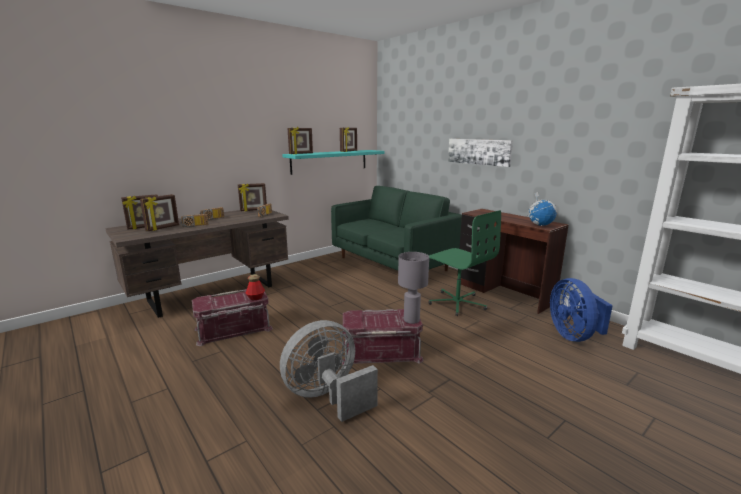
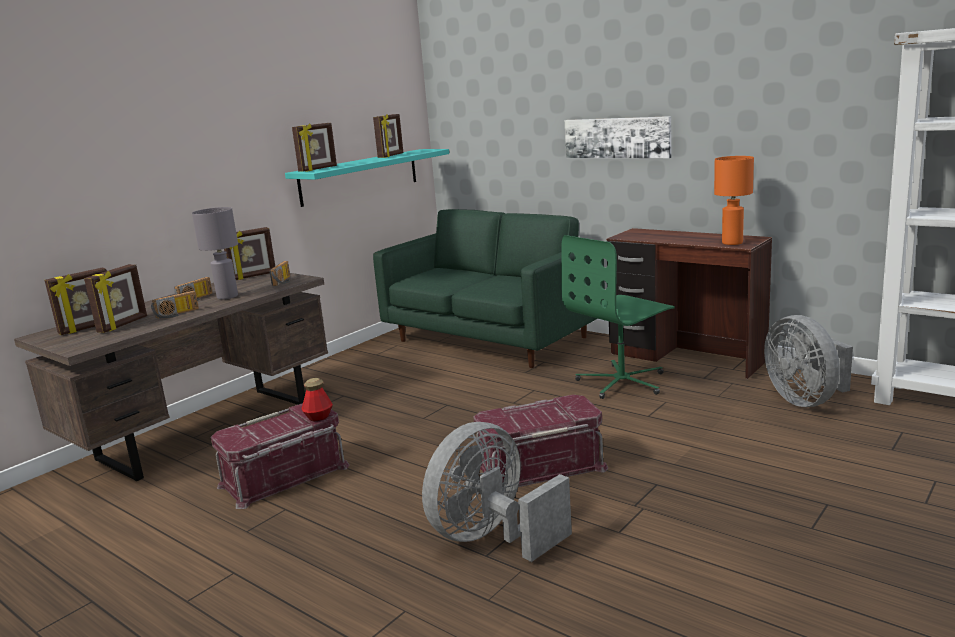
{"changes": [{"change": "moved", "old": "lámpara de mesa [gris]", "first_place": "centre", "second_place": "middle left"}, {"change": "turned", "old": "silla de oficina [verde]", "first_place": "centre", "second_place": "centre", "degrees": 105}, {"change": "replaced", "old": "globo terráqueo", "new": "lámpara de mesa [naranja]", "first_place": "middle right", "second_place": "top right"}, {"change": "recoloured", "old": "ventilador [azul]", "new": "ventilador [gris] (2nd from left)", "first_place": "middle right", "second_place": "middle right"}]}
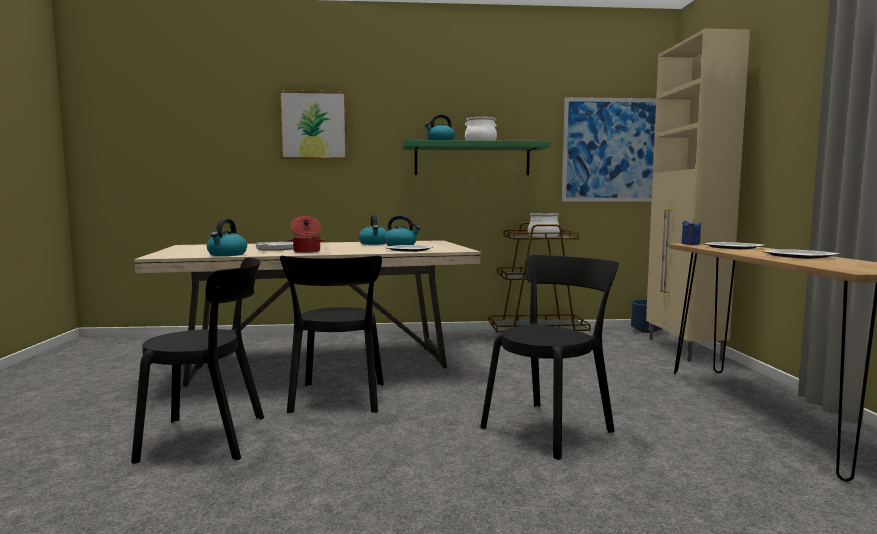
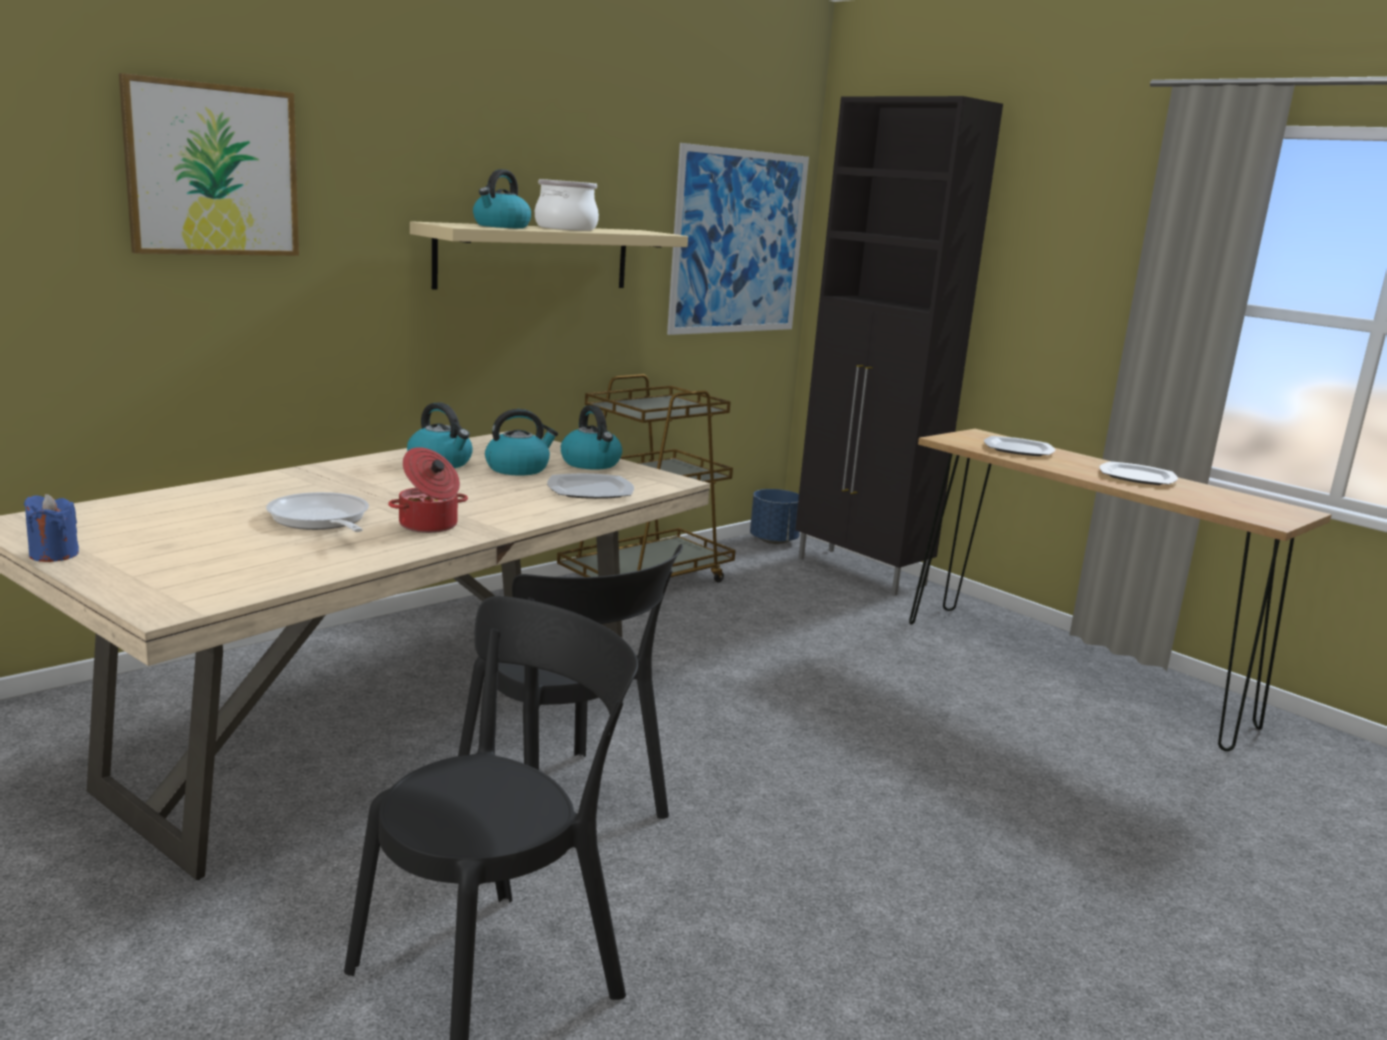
{"changes": [{"change": "moved", "old": "hervidor (1st from left in the first image)", "new": "hervidor (4th from left)", "first_place": "middle left", "second_place": "centre"}, {"change": "recoloured", "old": "estante [verde]", "new": "estante [beis]", "first_place": "top centre", "second_place": "top centre"}, {"change": "removed", "old": "silla [negro] (3rd from left)", "first_place": "bottom centre"}, {"change": "removed", "old": "olla (3rd from left)", "first_place": "centre"}, {"change": "recoloured", "old": "armario [beis]", "new": "armario [negro]", "first_place": "middle right", "second_place": "top centre"}, {"change": "moved", "old": "vela [azul]", "first_place": "middle right", "second_place": "middle left"}]}
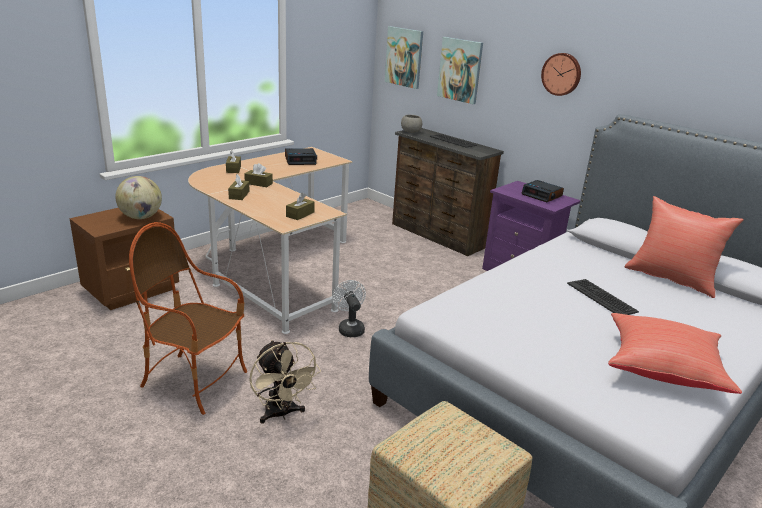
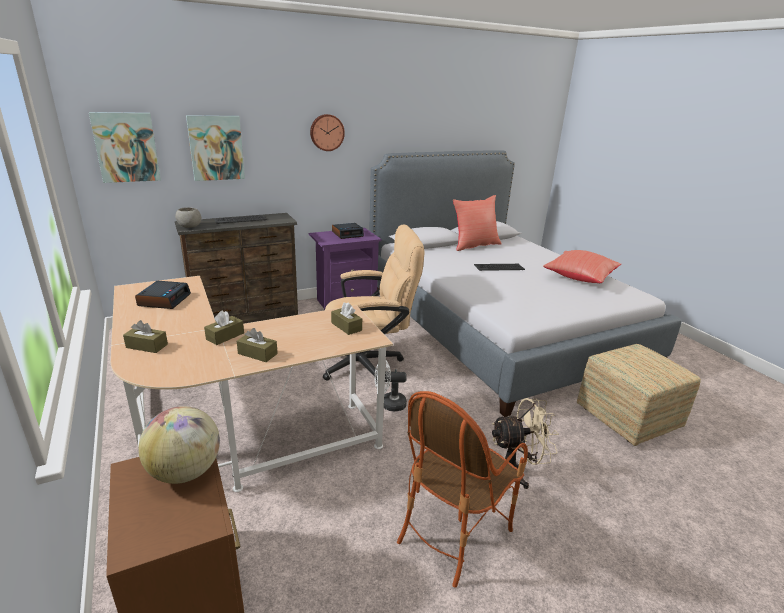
{"changes": [{"change": "added", "new": "silla de oficina [beis]", "second_place": "centre"}]}
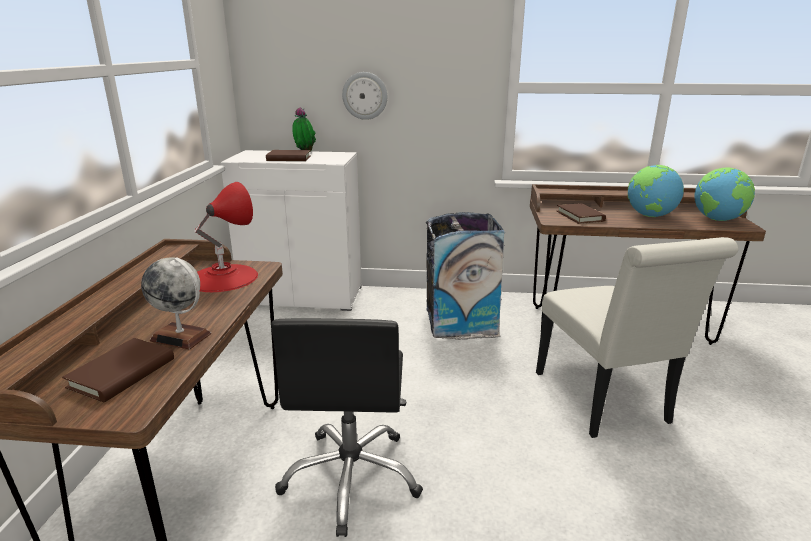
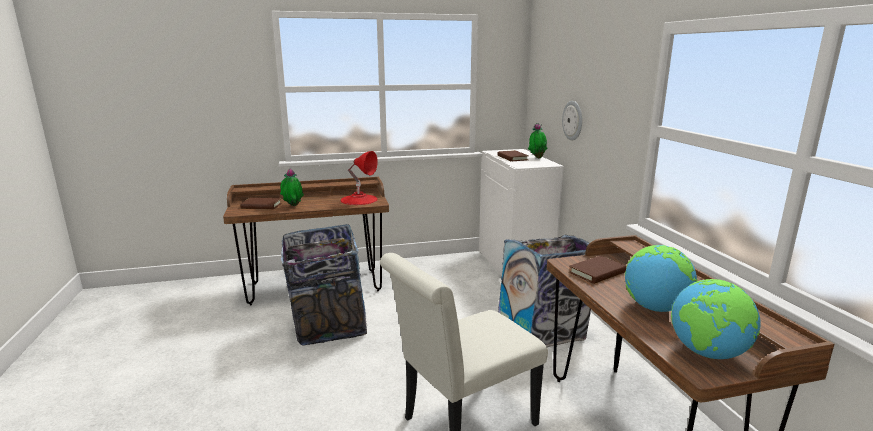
{"changes": [{"change": "replaced", "old": "globo terráqueo (1st from left)", "new": "planta en maceta (1st from left)", "first_place": "middle left", "second_place": "centre"}, {"change": "replaced", "old": "silla de oficina [negro]", "new": "papelera (1st from left)", "first_place": "bottom centre", "second_place": "centre"}]}
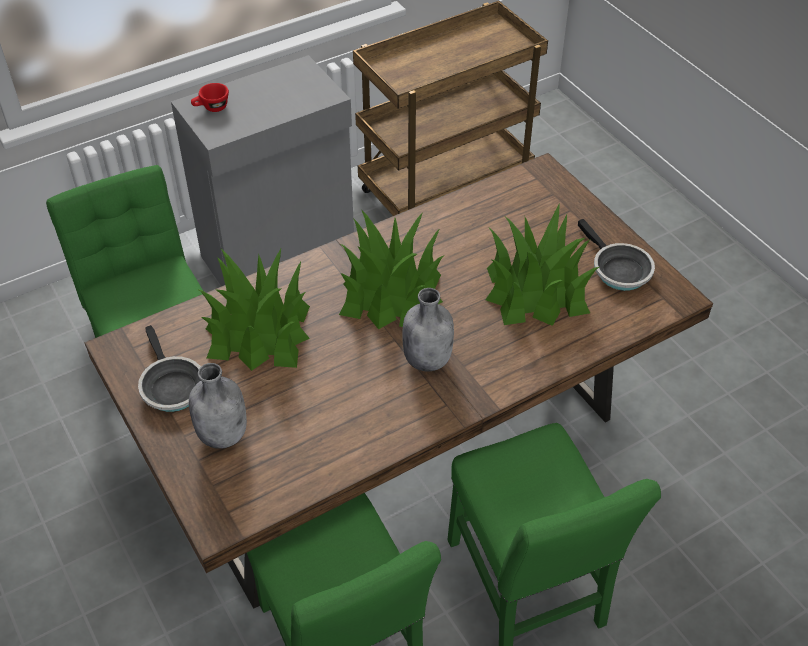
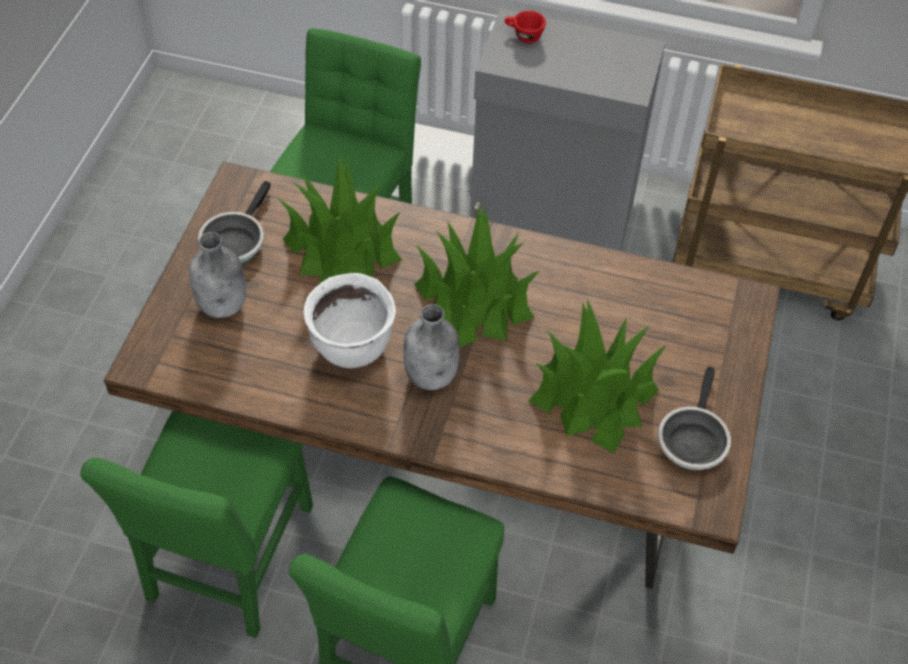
{"changes": [{"change": "added", "new": "olla [blanco]", "second_place": "centre"}]}
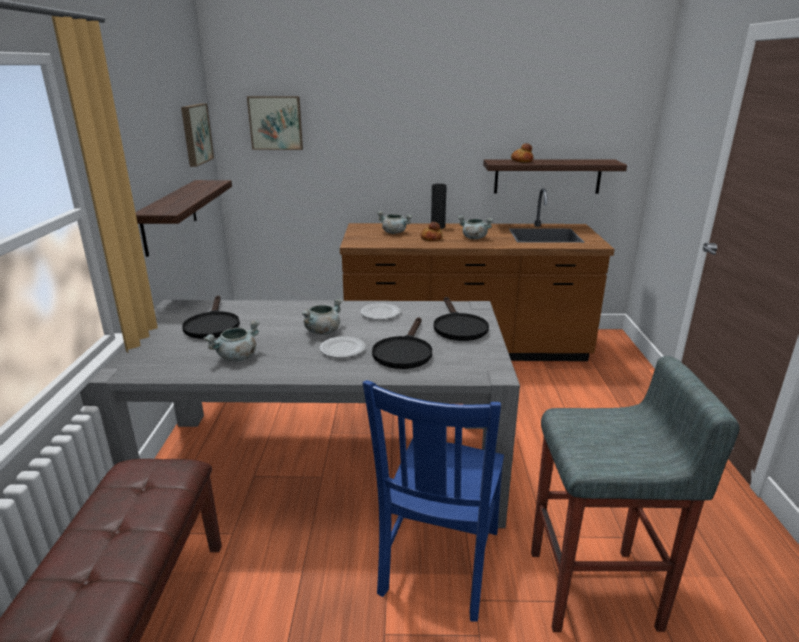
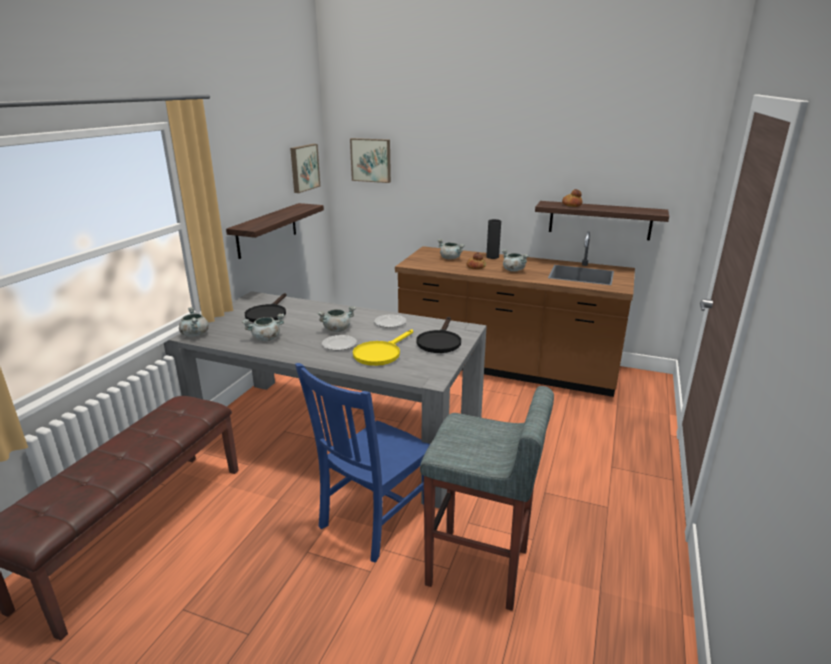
{"changes": [{"change": "recoloured", "old": "sartén [negro] (2nd from left)", "new": "sartén [amarillo]", "first_place": "centre", "second_place": "centre"}, {"change": "added", "new": "olla [gris] (1st from left)", "second_place": "middle left"}]}
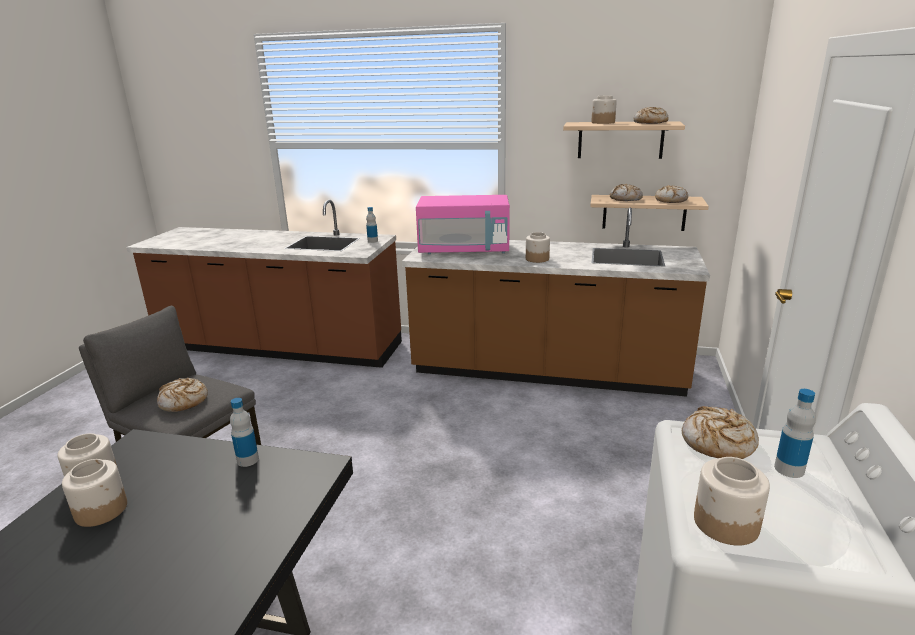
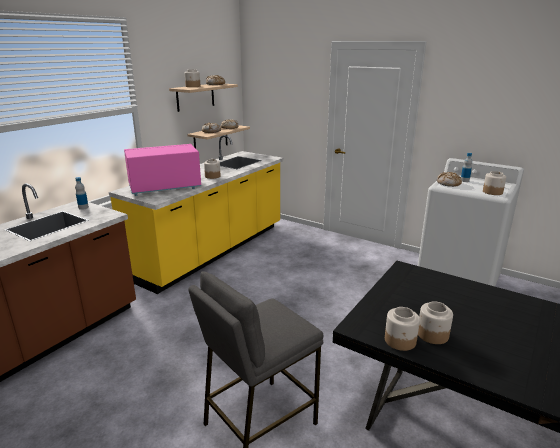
{"changes": [{"change": "removed", "old": "pan (1st from left)", "first_place": "middle left"}, {"change": "removed", "old": "botella (1st from left)", "first_place": "bottom left"}, {"change": "recoloured", "old": "mueble bajo de cocina [marrón] (2nd from left)", "new": "mueble bajo de cocina [amarillo]", "first_place": "centre", "second_place": "centre"}, {"change": "turned", "old": "microondas [rosa]", "first_place": "centre", "second_place": "middle left", "degrees": -135}]}
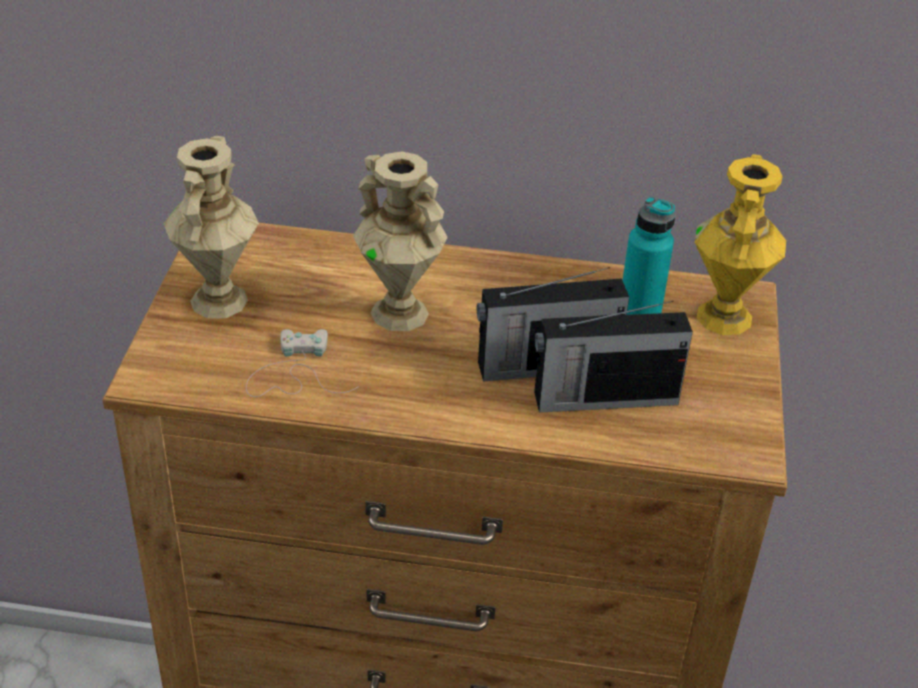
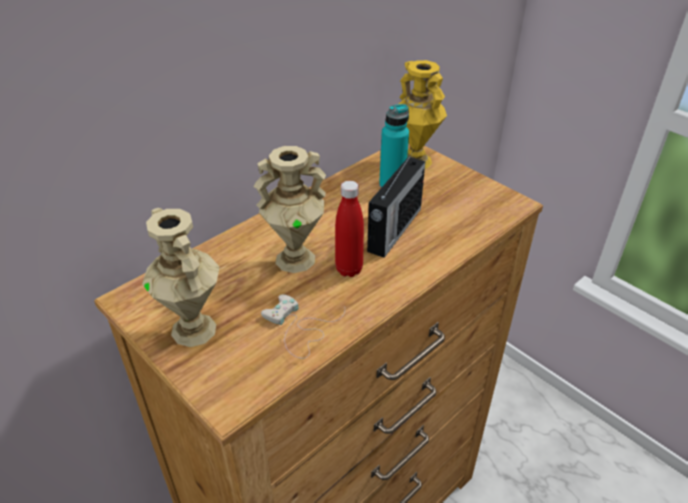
{"changes": [{"change": "removed", "old": "radio (2nd from left)", "first_place": "middle right"}, {"change": "added", "new": "botella [rojo]", "second_place": "centre"}]}
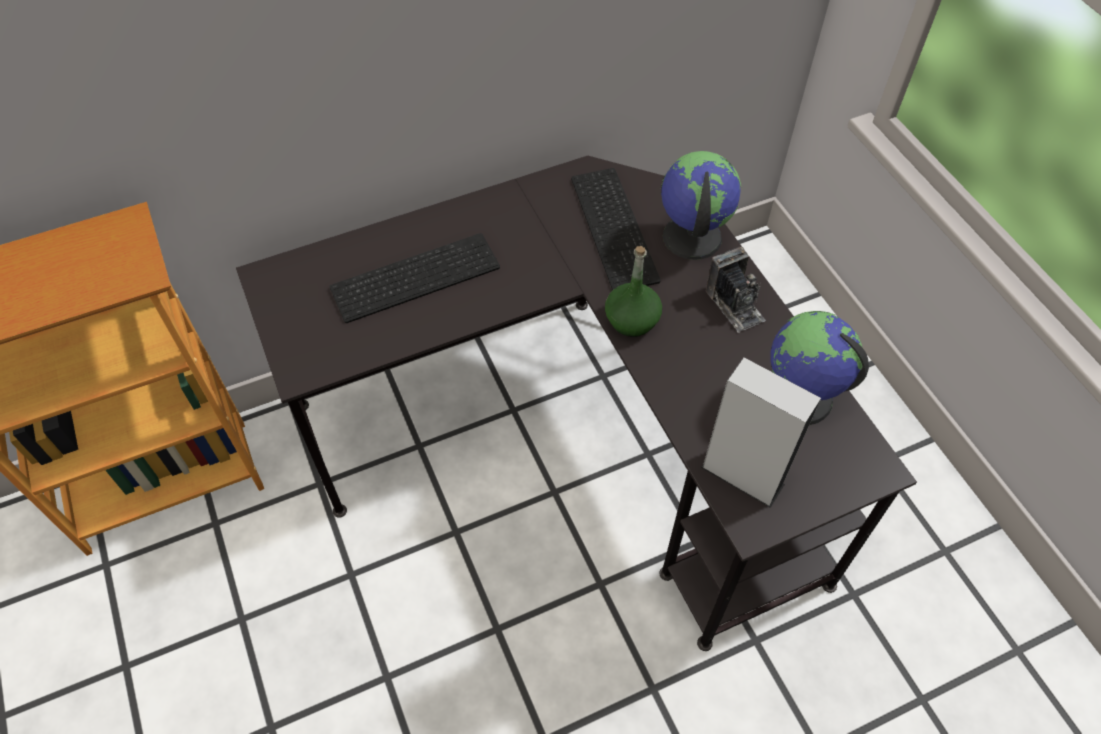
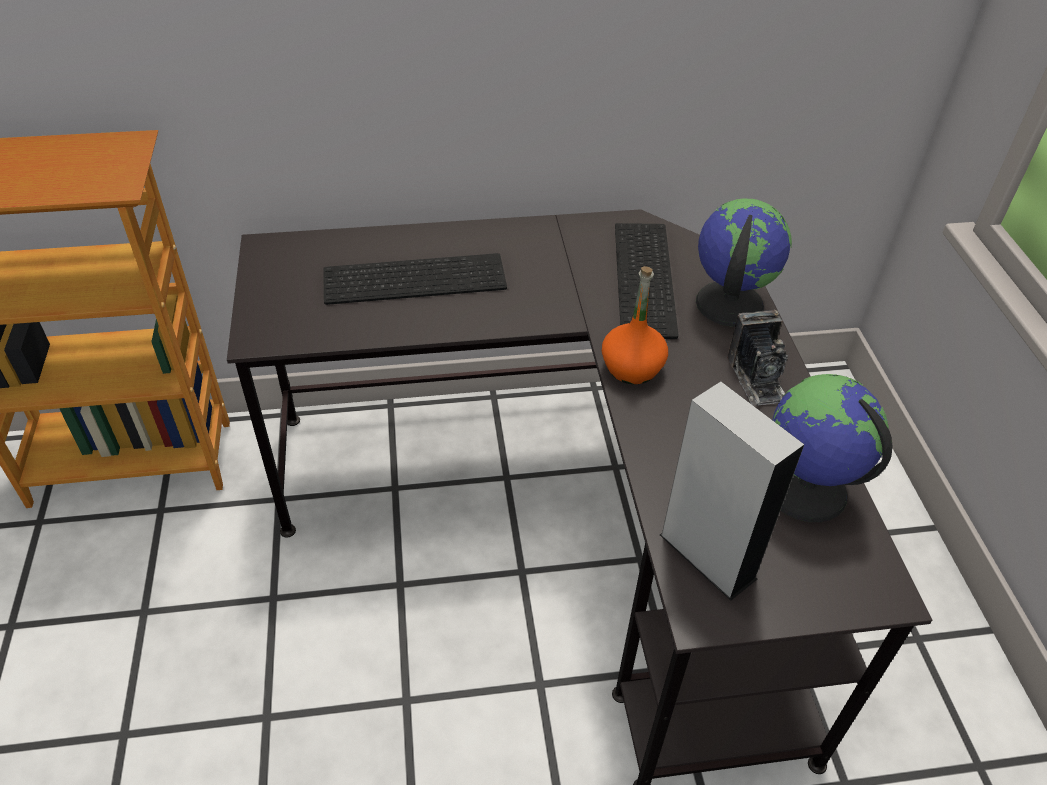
{"changes": [{"change": "recoloured", "old": "botella [verde]", "new": "botella [naranja]", "first_place": "centre", "second_place": "centre"}]}
